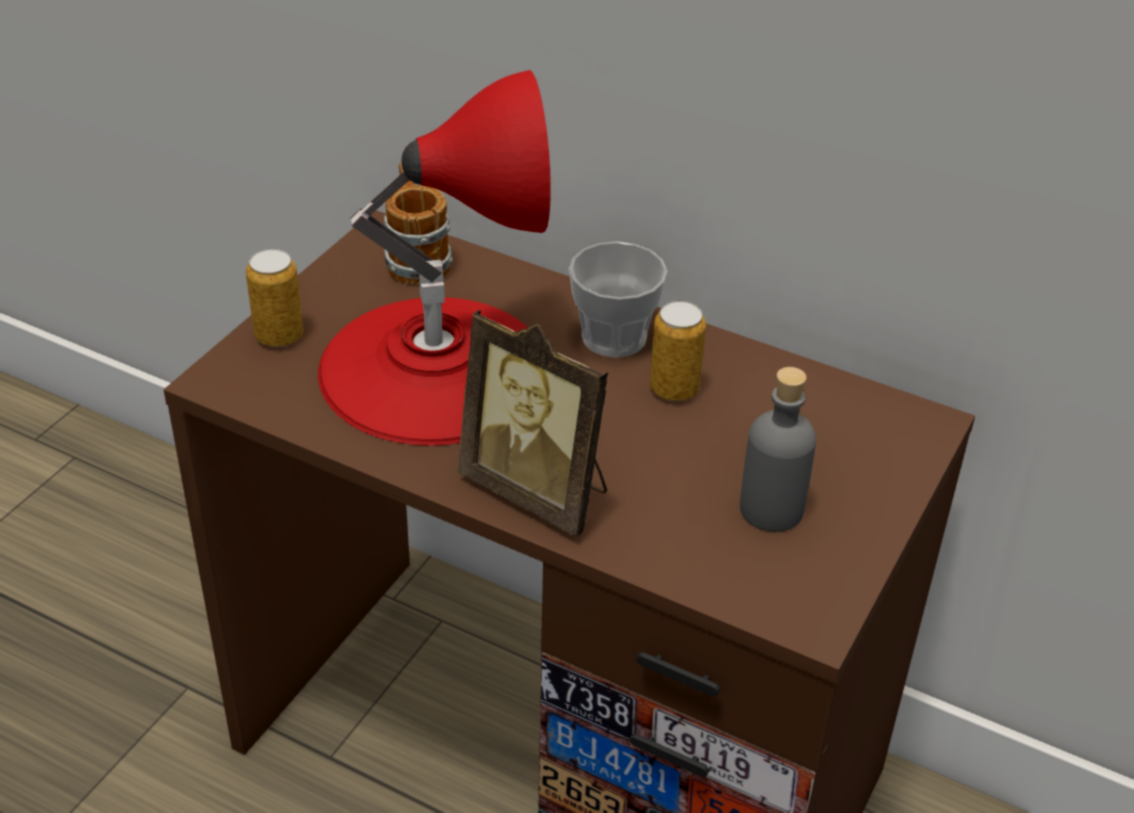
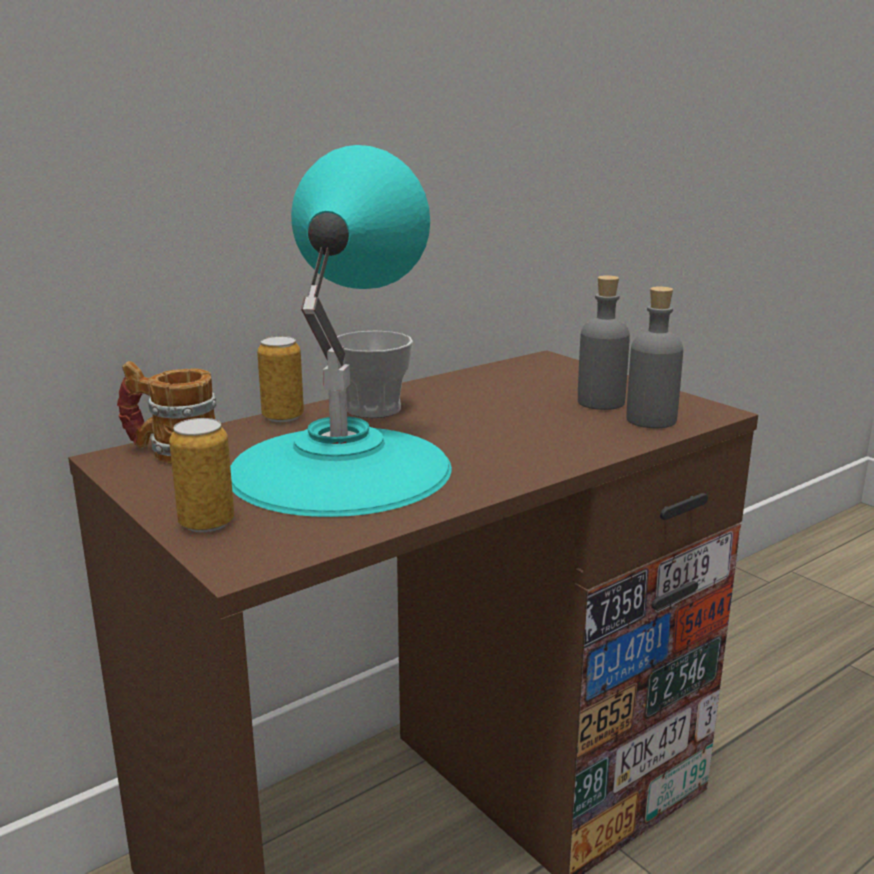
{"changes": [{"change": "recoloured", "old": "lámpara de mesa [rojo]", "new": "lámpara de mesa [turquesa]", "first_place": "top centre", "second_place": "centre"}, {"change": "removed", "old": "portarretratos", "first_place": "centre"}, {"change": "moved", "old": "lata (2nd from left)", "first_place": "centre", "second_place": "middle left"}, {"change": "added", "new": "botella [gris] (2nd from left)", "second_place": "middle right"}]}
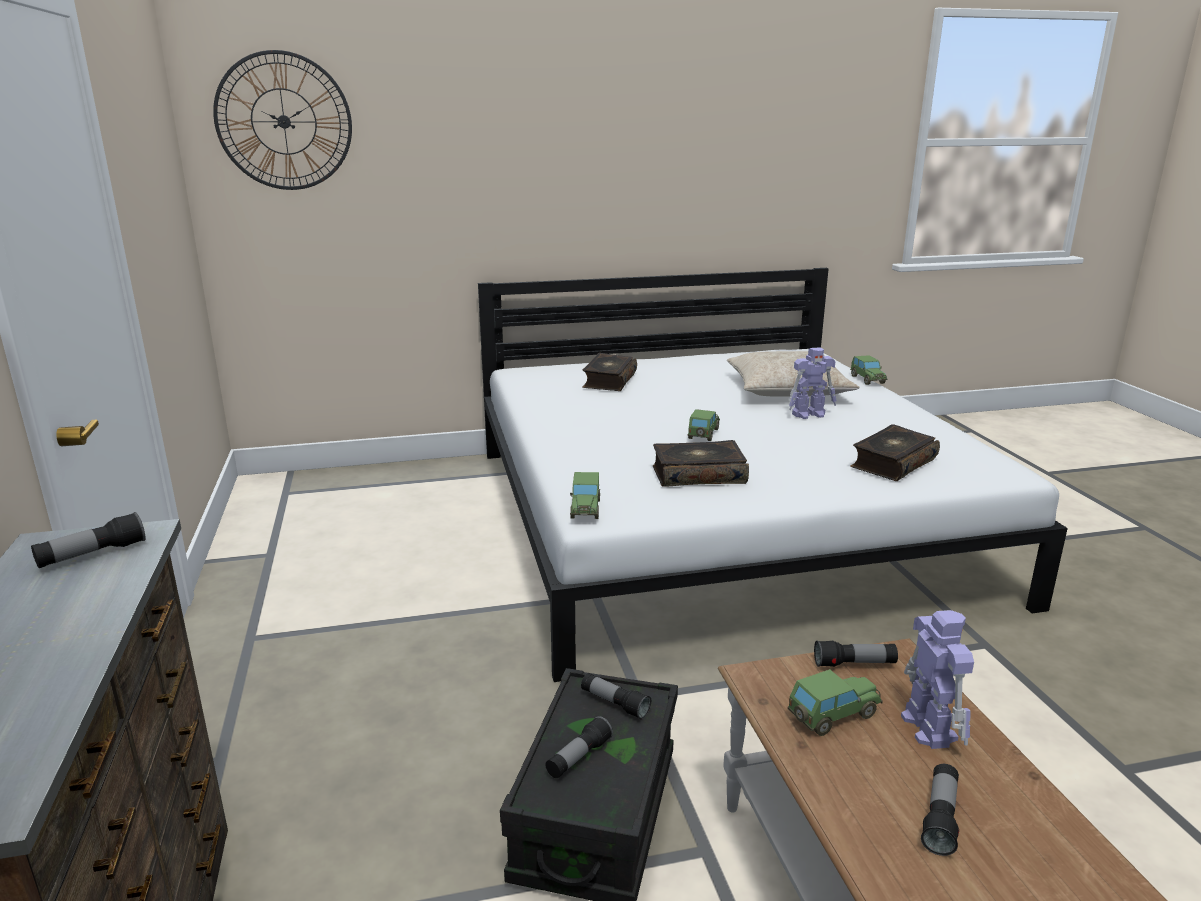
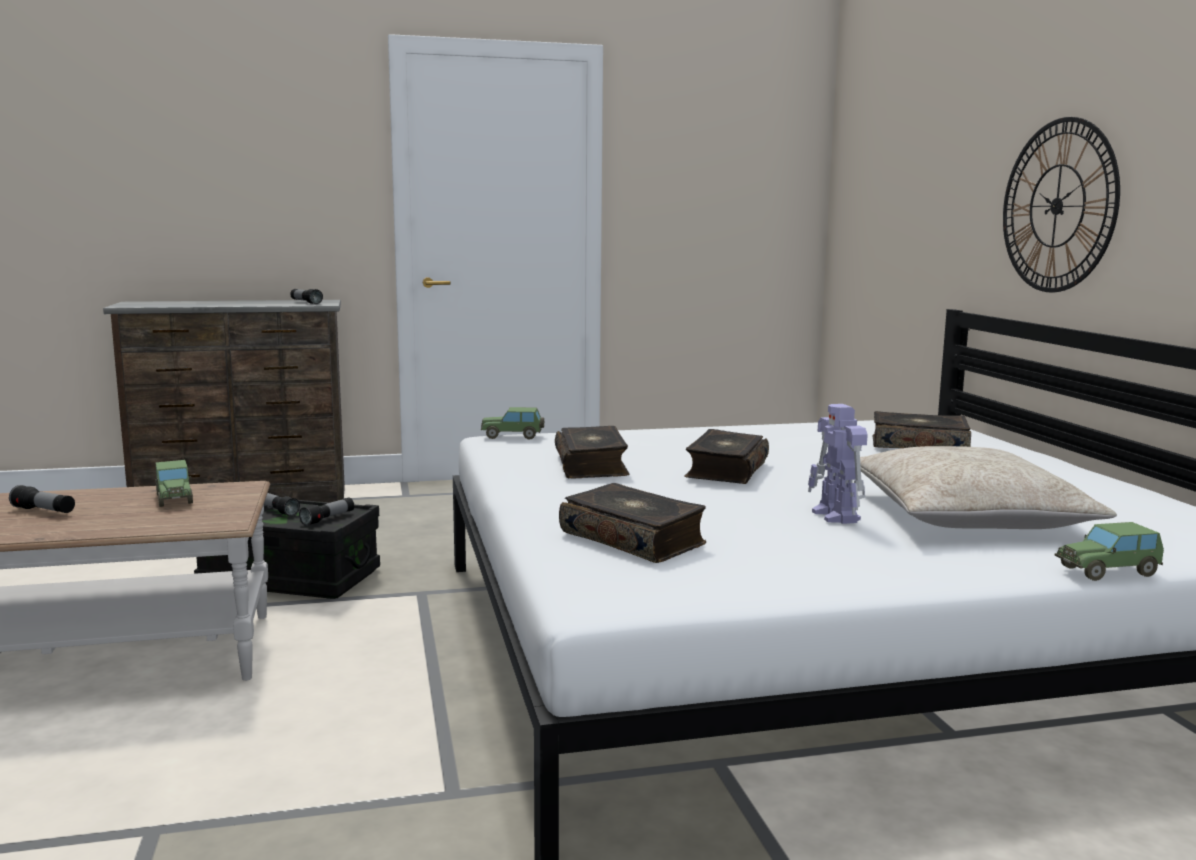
{"changes": [{"change": "moved", "old": "reloj de pared", "first_place": "top left", "second_place": "top right"}, {"change": "replaced", "old": "coche de juguete (2nd from left)", "new": "libro (3rd from left)", "first_place": "centre", "second_place": "centre"}, {"change": "removed", "old": "linterna (4th from left)", "first_place": "bottom right"}, {"change": "removed", "old": "robot de juguete (2nd from left)", "first_place": "bottom right"}]}
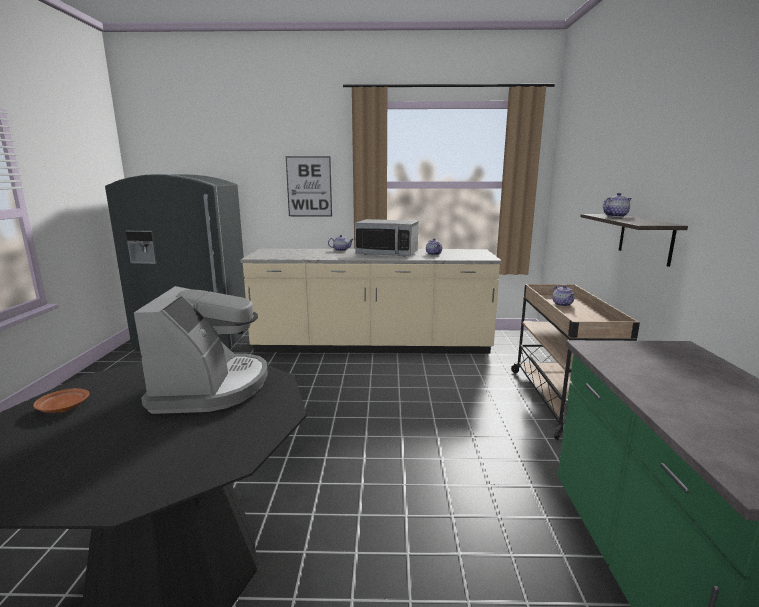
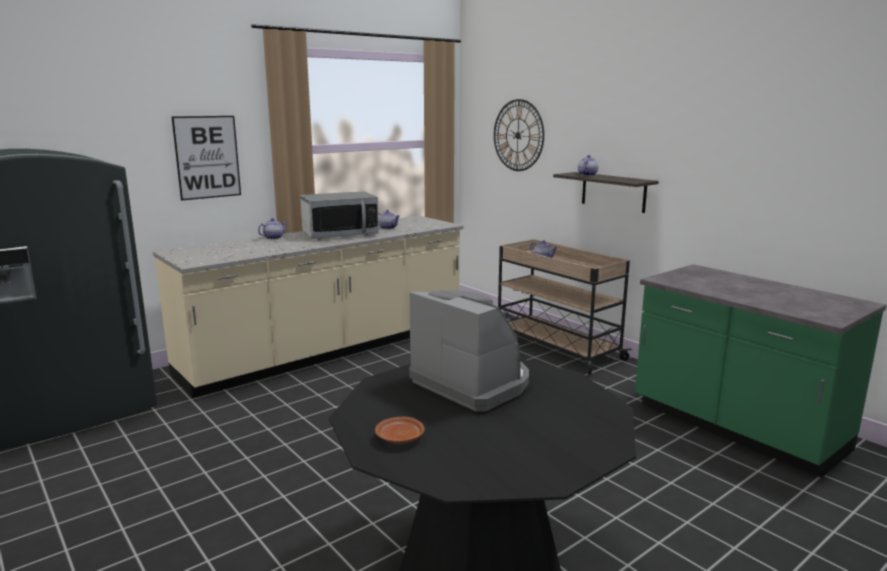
{"changes": [{"change": "added", "new": "reloj de pared", "second_place": "top centre"}]}
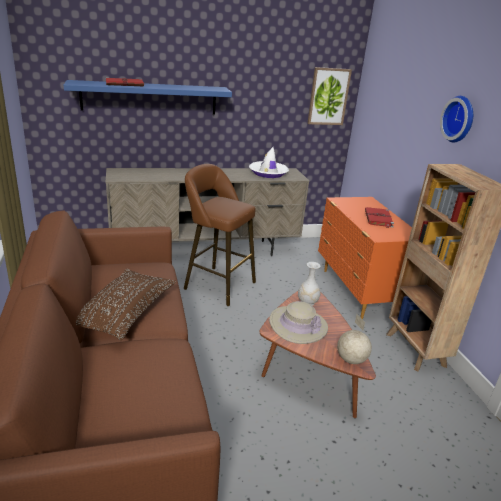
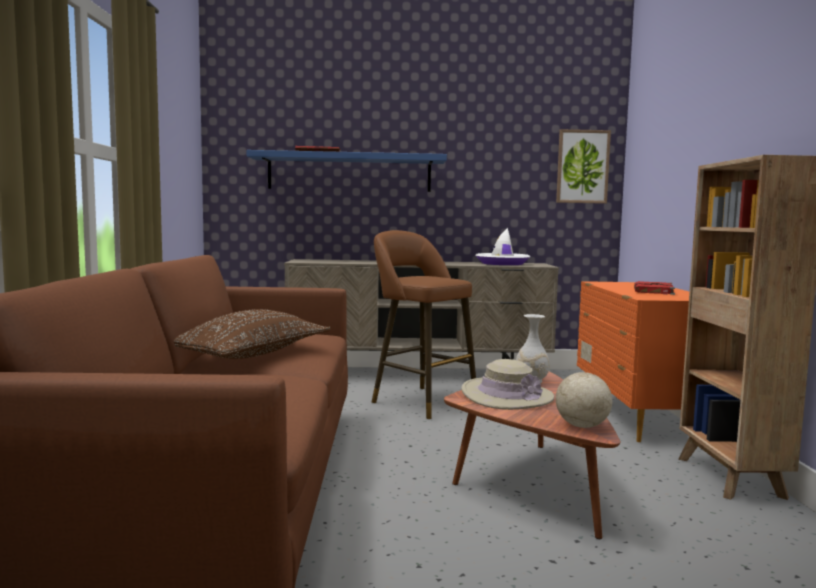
{"changes": [{"change": "removed", "old": "reloj de pared", "first_place": "top right"}]}
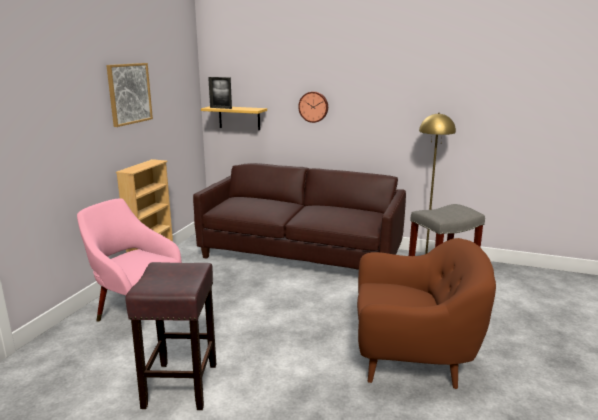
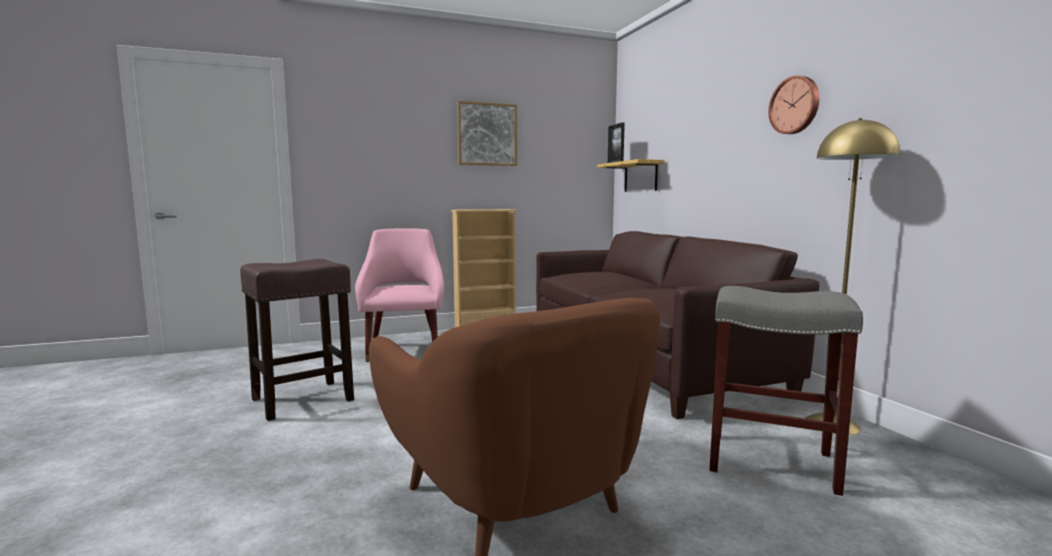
{"changes": [{"change": "moved", "old": "reloj de pared", "first_place": "top centre", "second_place": "top right"}]}
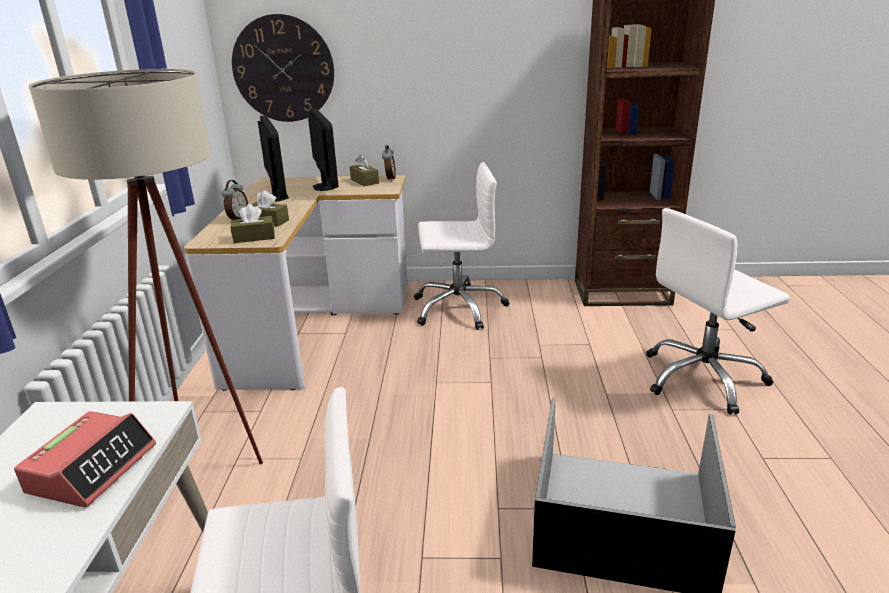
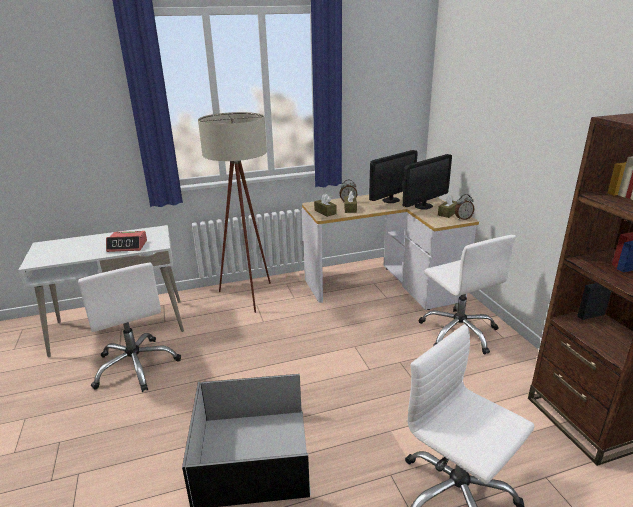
{"changes": [{"change": "removed", "old": "reloj de pared", "first_place": "top left"}]}
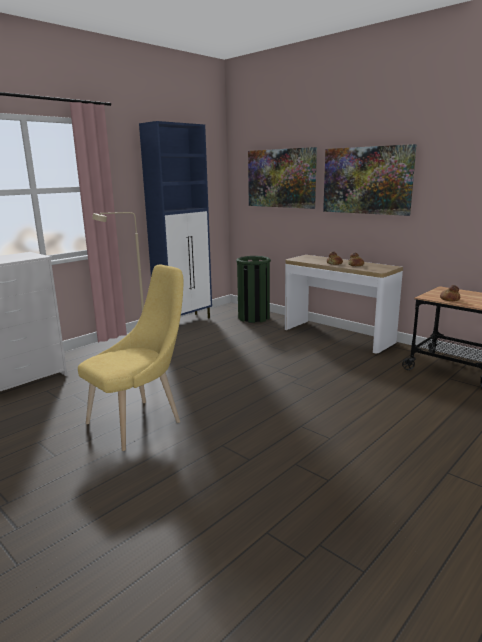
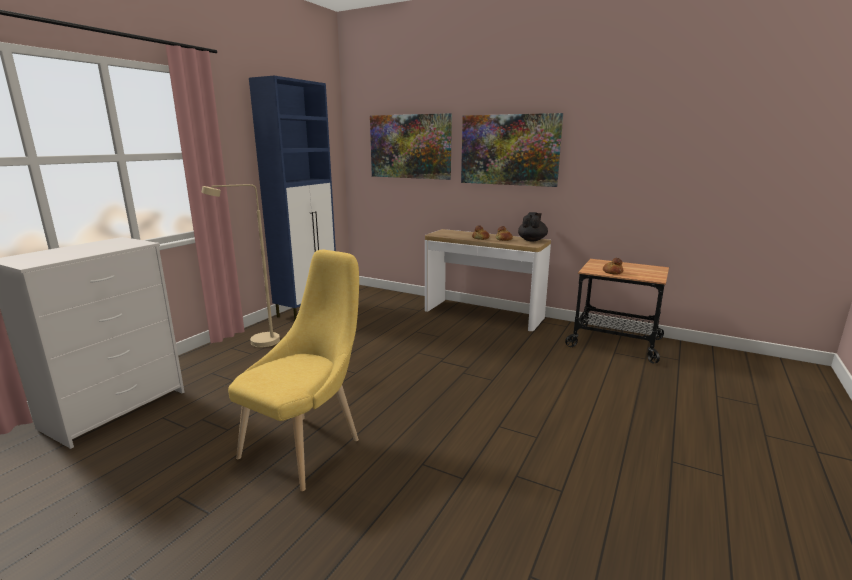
{"changes": [{"change": "removed", "old": "papelera [verde]", "first_place": "centre"}, {"change": "added", "new": "tetera [negro]", "second_place": "centre"}]}
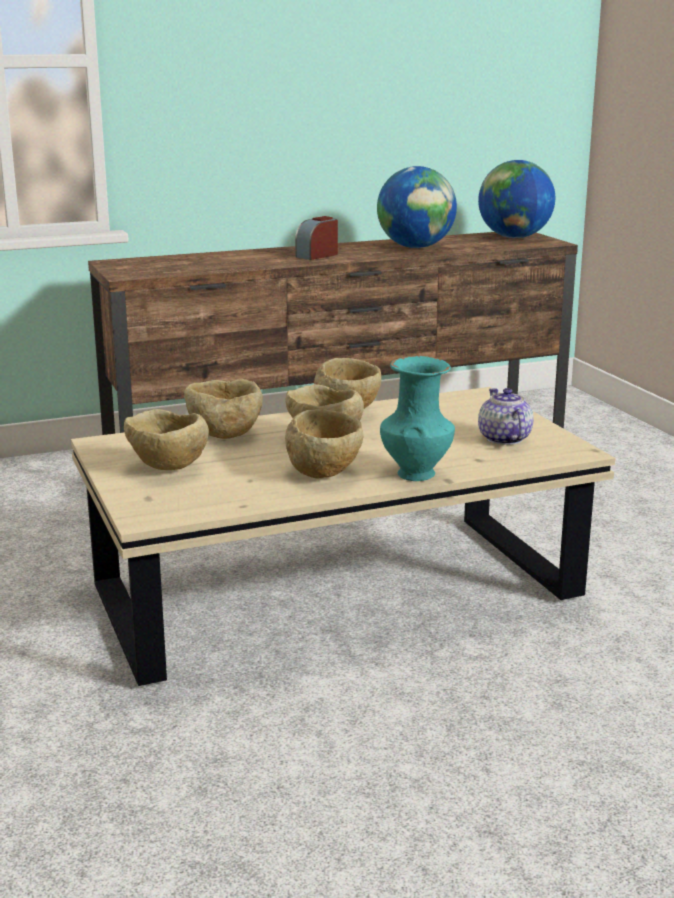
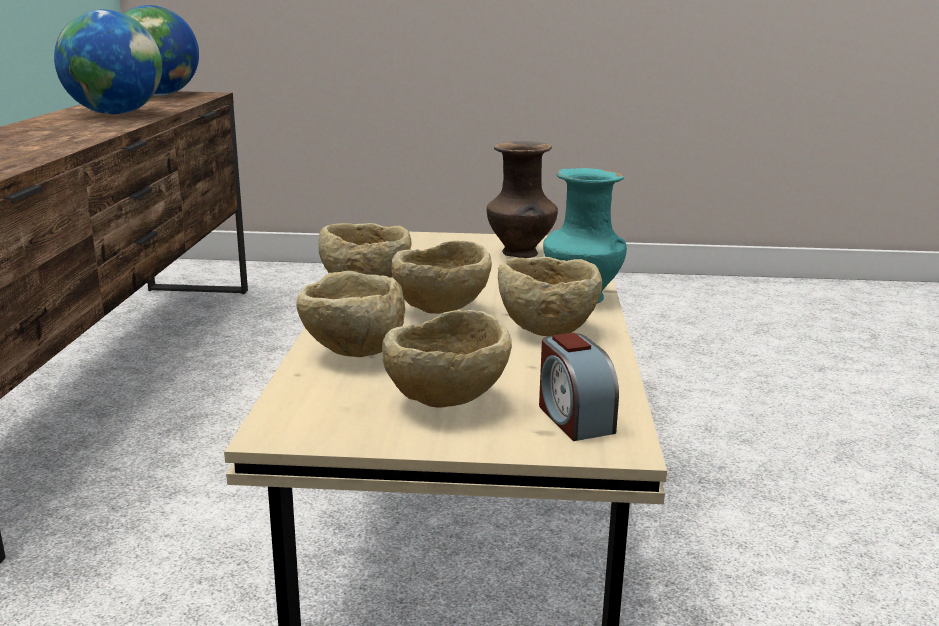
{"changes": [{"change": "moved", "old": "despertador", "first_place": "top centre", "second_place": "centre"}, {"change": "replaced", "old": "tetera", "new": "florero [marrón]", "first_place": "middle right", "second_place": "top centre"}]}
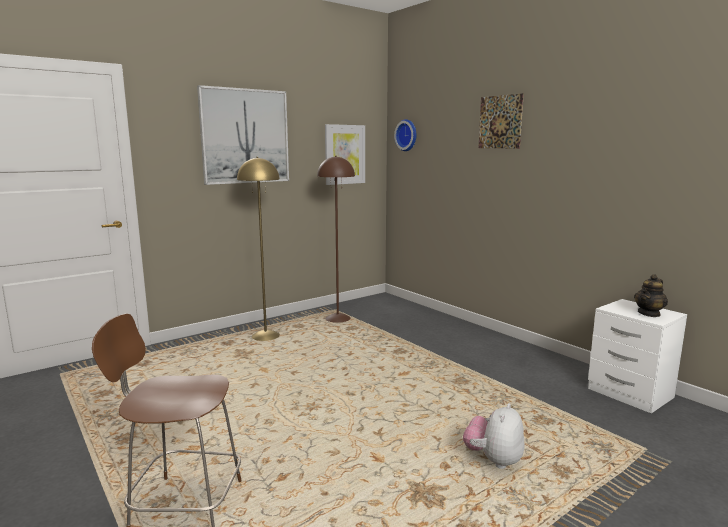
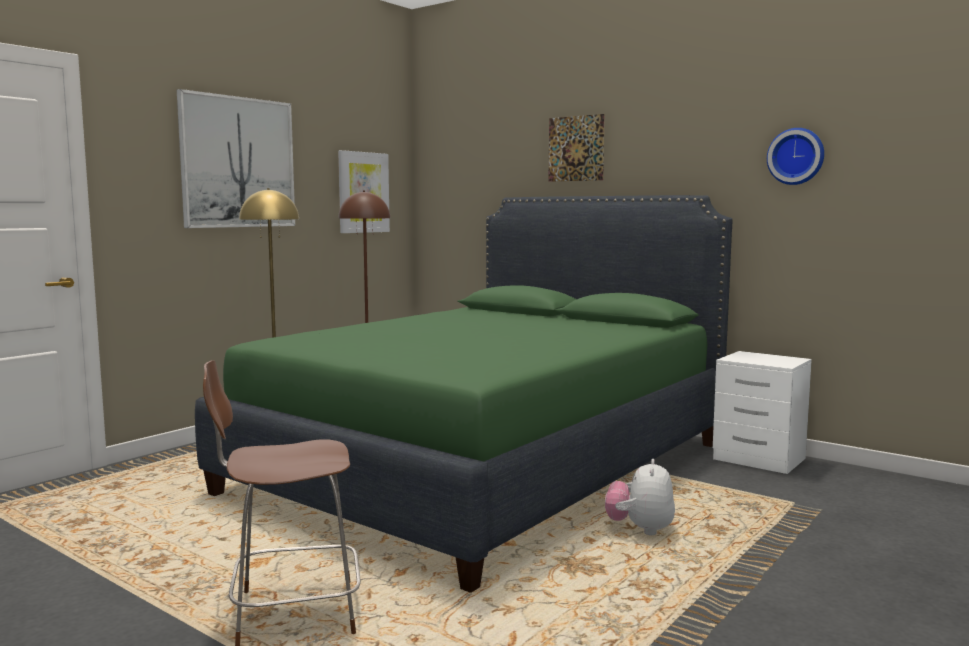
{"changes": [{"change": "moved", "old": "reloj de pared", "first_place": "top centre", "second_place": "top right"}, {"change": "removed", "old": "tetera", "first_place": "middle right"}, {"change": "added", "new": "cama [verde]", "second_place": "centre"}]}
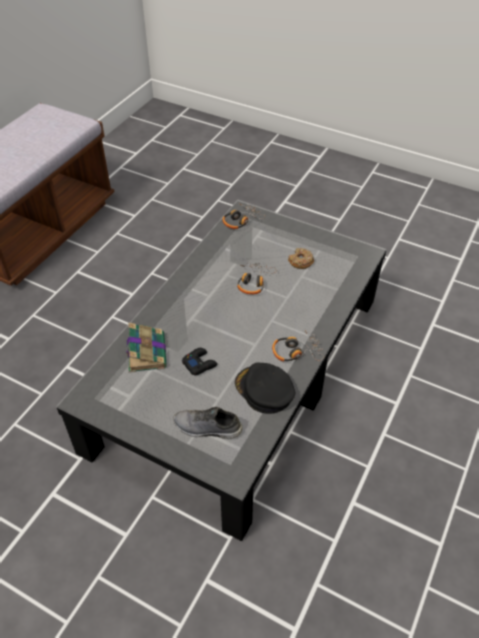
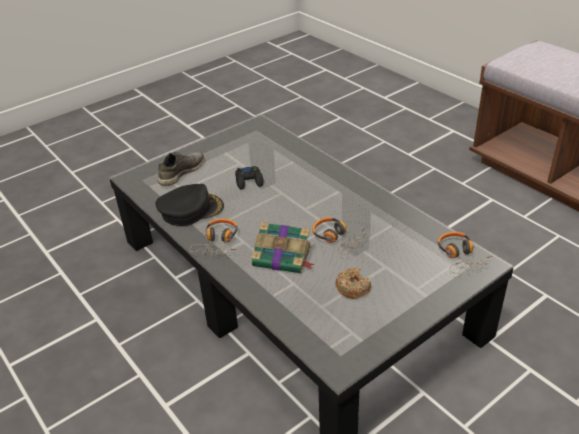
{"changes": [{"change": "moved", "old": "libro", "first_place": "middle left", "second_place": "centre"}]}
